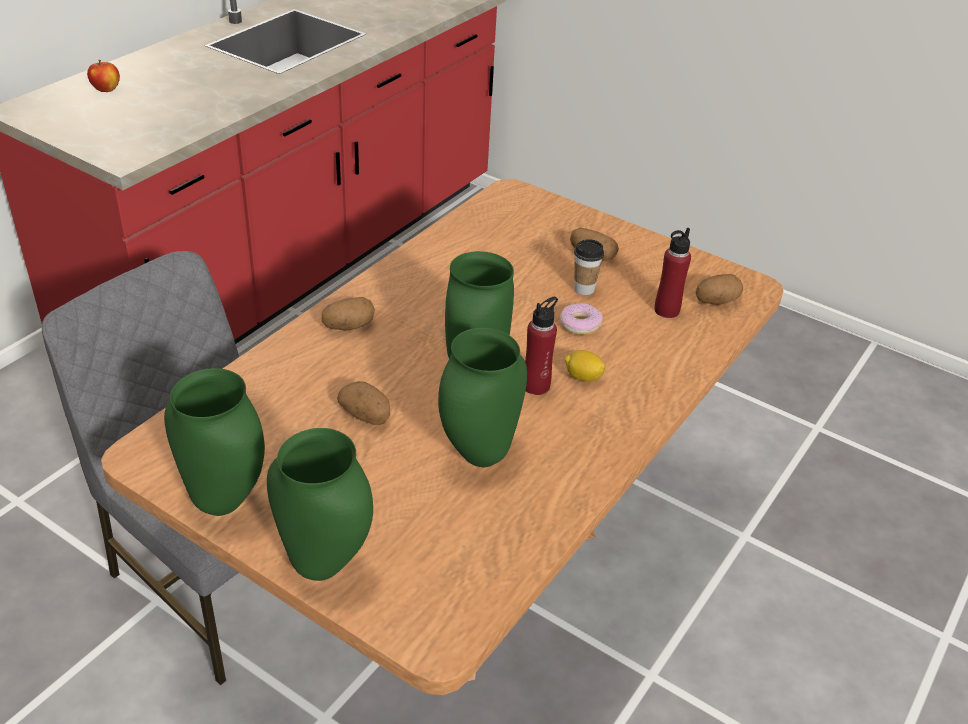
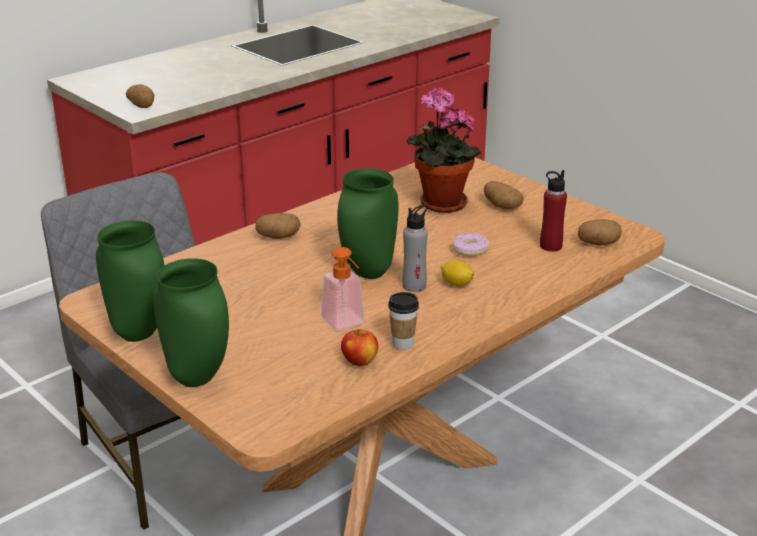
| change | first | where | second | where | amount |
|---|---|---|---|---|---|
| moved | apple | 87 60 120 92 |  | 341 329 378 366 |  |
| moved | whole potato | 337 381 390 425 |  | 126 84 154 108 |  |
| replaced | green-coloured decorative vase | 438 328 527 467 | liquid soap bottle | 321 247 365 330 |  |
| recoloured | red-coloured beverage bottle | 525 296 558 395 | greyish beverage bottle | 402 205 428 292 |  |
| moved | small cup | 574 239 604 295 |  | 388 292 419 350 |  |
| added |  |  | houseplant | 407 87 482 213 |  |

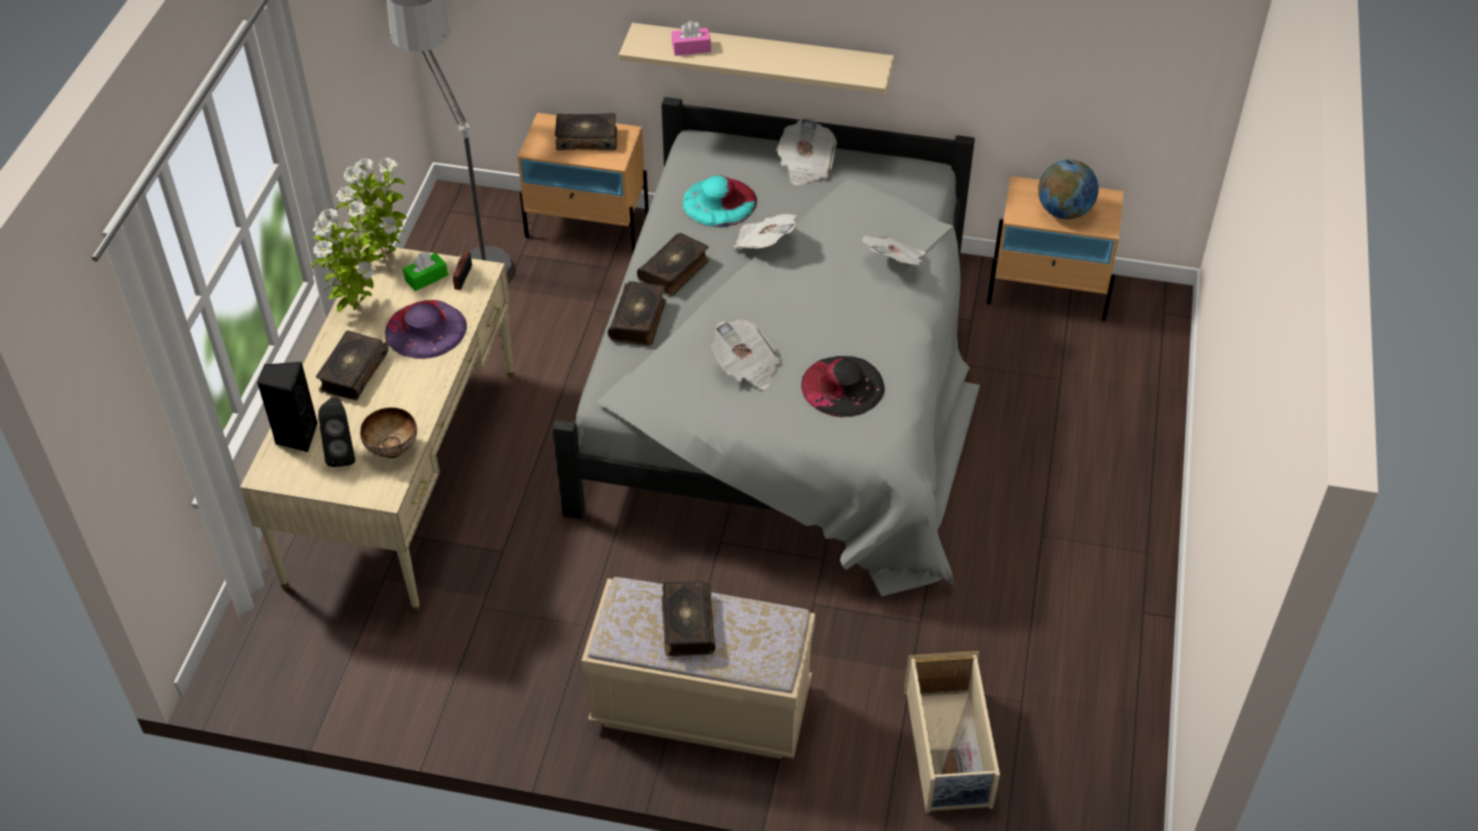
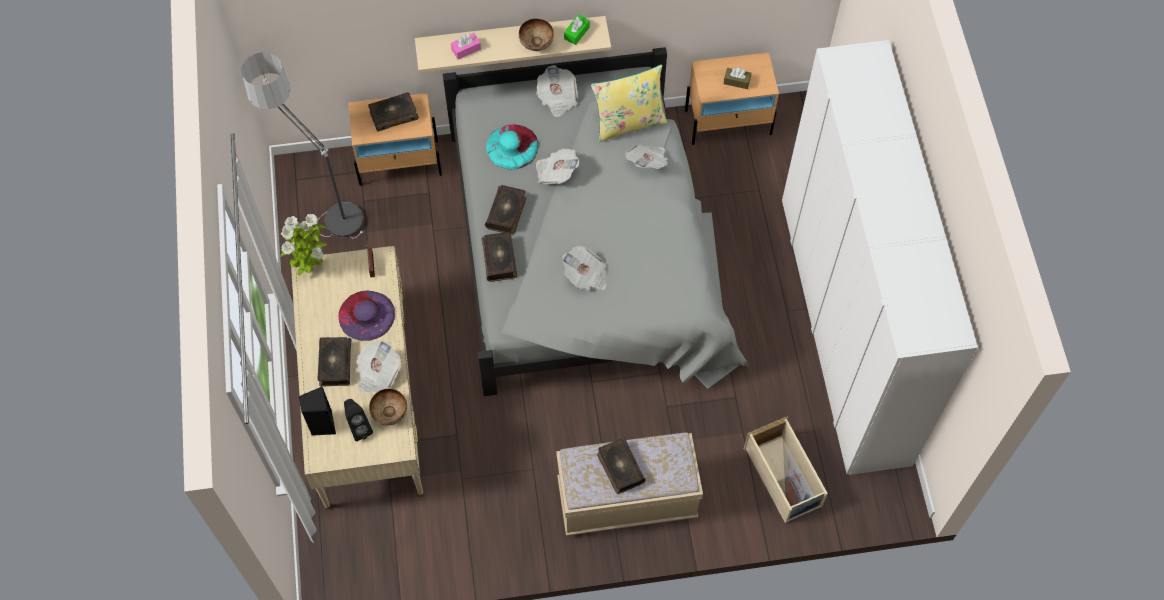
| change | first | where | second | where | amount |
|---|---|---|---|---|---|
| removed | houseplant | 312 201 380 312 |  |  |  |
| moved | green-coloured tissue box | 403 252 448 291 |  | 564 15 590 45 |  |
| removed | black hat | 801 356 885 417 |  |  |  |
| replaced | globe | 1038 159 1099 219 | brownish tissue box | 724 68 751 89 |  |
| added |  |  | daily paper | 356 341 401 392 |  |
| added |  |  | deep dish | 519 18 554 51 |  |
| added |  |  | yellow pillow | 591 64 667 142 |  |
| added |  |  | white-coloured clothes cupboard | 782 40 978 475 |  |

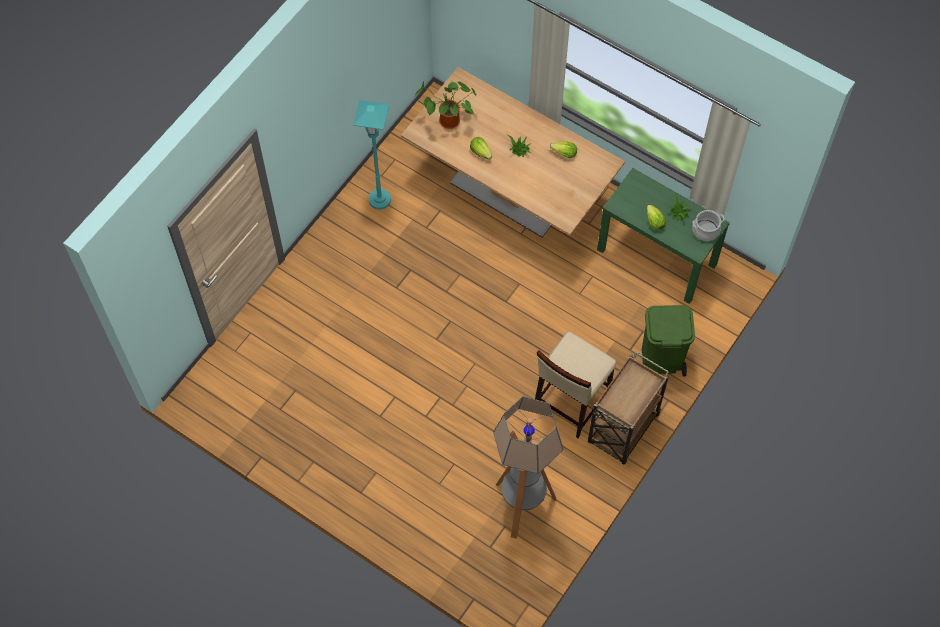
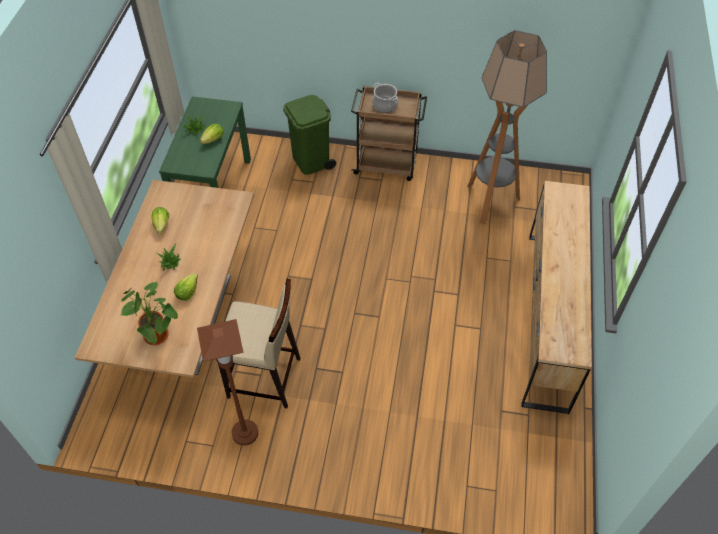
| change | first | where | second | where | amount |
|---|---|---|---|---|---|
| recoloured | blue-green standing lamp | 353 100 391 210 | brownish standing lamp | 197 319 258 446 |  |
| moved | beige-coloured sitting stool | 535 331 616 438 |  | 218 278 301 408 |  |
| moved | saucepot | 692 210 725 241 |  | 372 83 398 113 |  |
| added |  |  | brownish drawer chest | 521 181 592 414 |  |

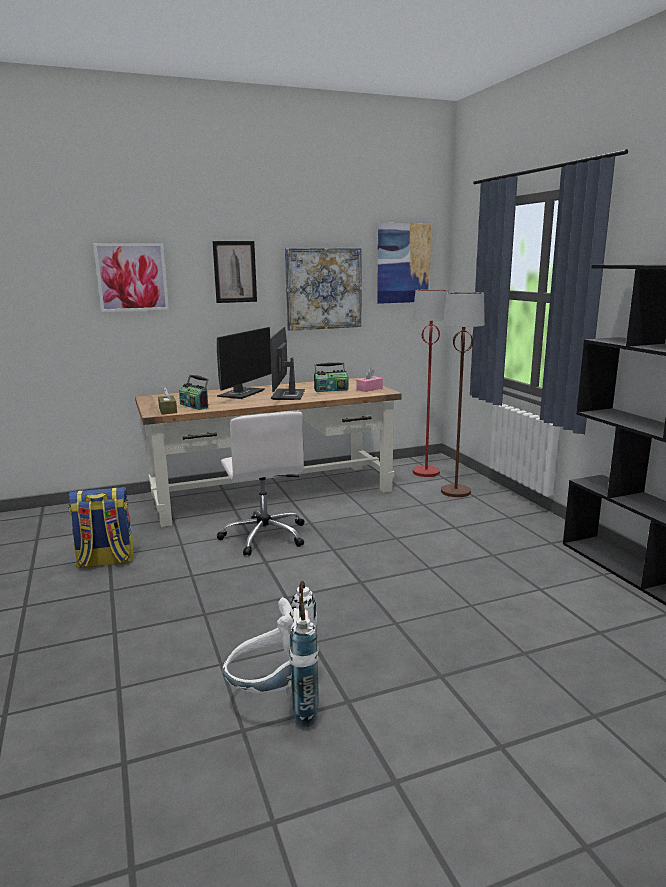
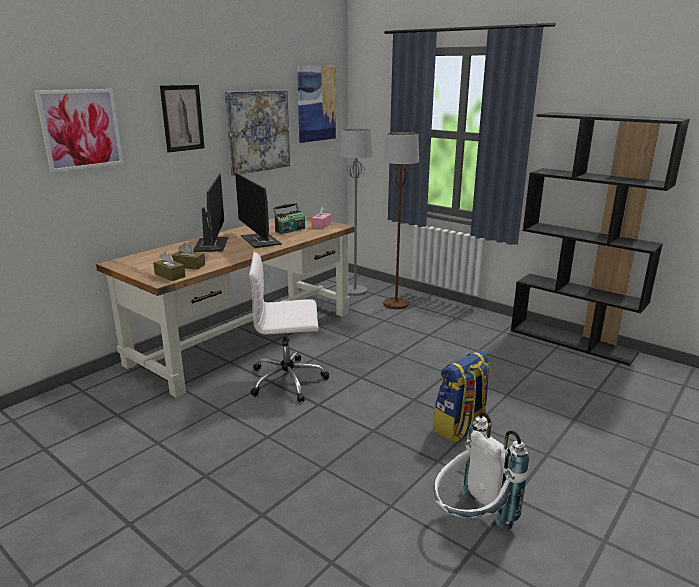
| change | first | where | second | where | amount |
|---|---|---|---|---|---|
| moved | rucksack | 69 487 134 568 |  | 433 350 491 443 |  |
| replaced | radio set | 179 375 209 410 | brownish tissue box | 171 243 205 270 |  |
| turned | white-coloured office chair | 217 411 304 556 |  | 249 252 329 403 | 135 degrees clockwise |
| recoloured | red-coloured standing lamp | 412 289 449 477 | greyish standing lamp | 339 128 373 296 |  |

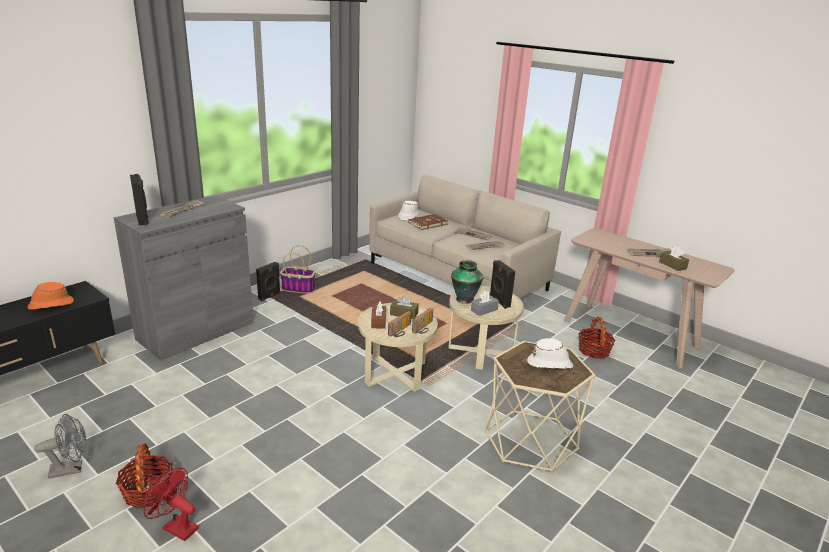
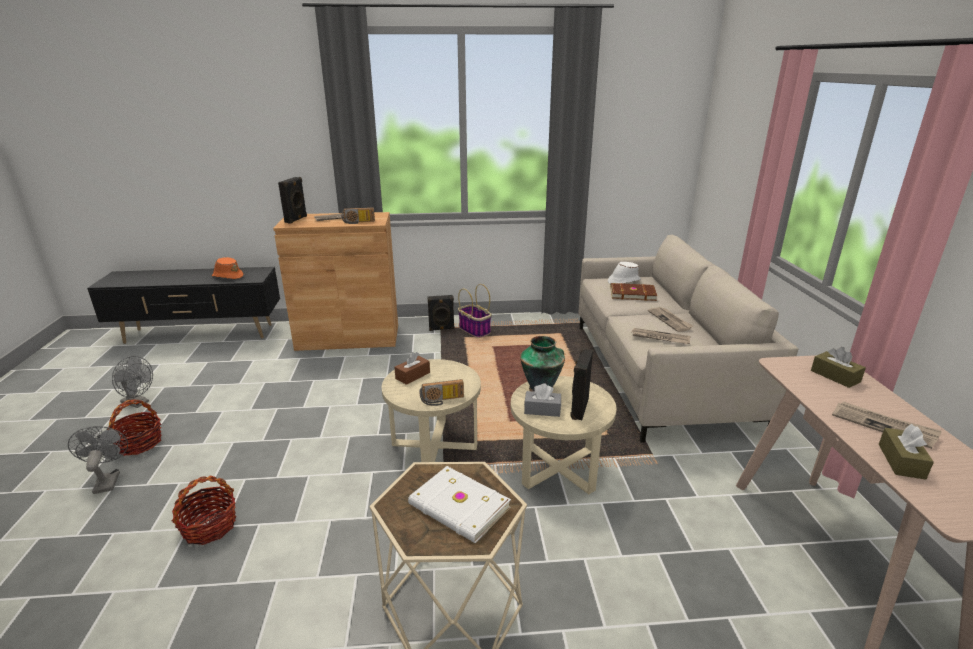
| change | first | where | second | where | amount |
|---|---|---|---|---|---|
| recoloured | greyish cupboard | 114 195 254 360 | brownish cupboard | 273 212 398 351 |  |
| recoloured | red-coloured electric fan | 143 468 199 541 | greyish electric fan | 68 426 128 494 |  |
| moved | radio set | 388 311 411 337 |  | 341 208 375 224 |  |
| moved | brownish tissue box | 390 295 419 319 |  | 811 347 866 388 |  |
| replaced | white-coloured hat | 527 338 573 369 | white-coloured bound book | 408 466 511 543 |  |
| moved | household basket | 578 316 615 359 |  | 172 475 236 545 |  |

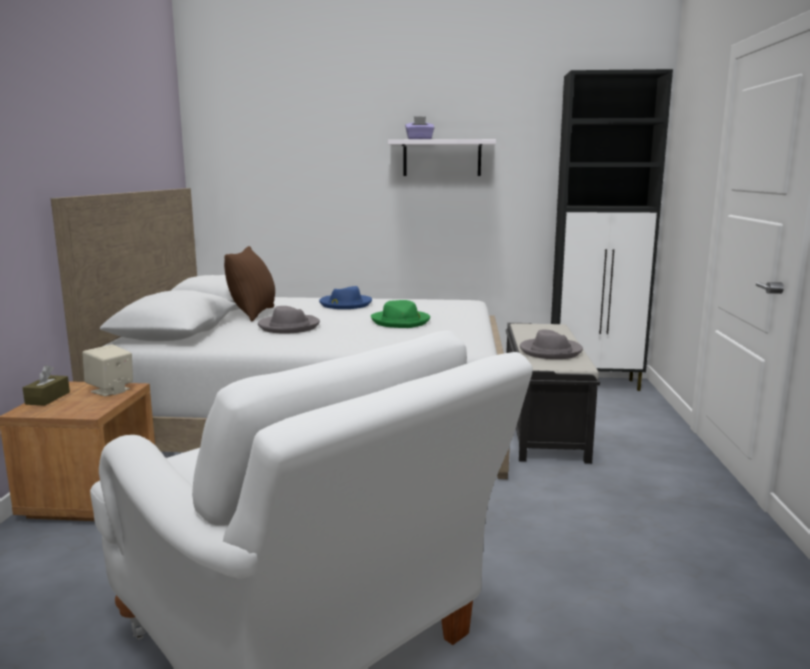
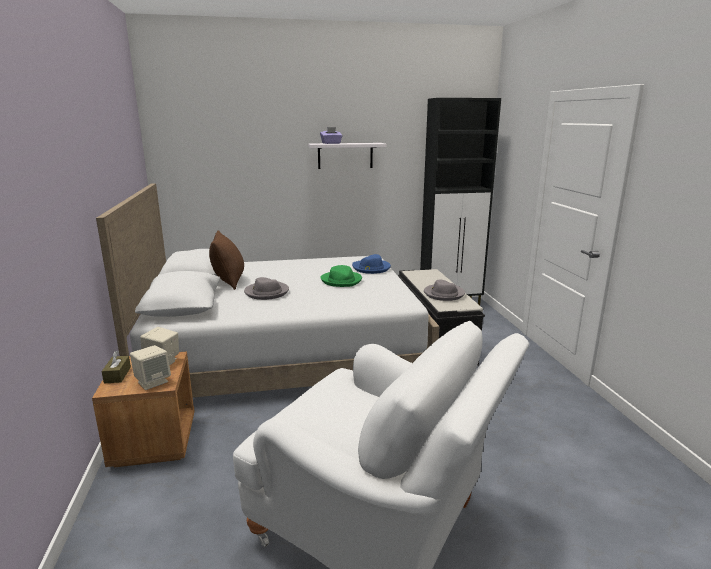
| change | first | where | second | where | amount |
|---|---|---|---|---|---|
| moved | blue-coloured hat | 319 286 372 309 |  | 352 254 391 274 |  |
| added |  |  | beige-coloured audio speaker | 130 345 171 390 |  |

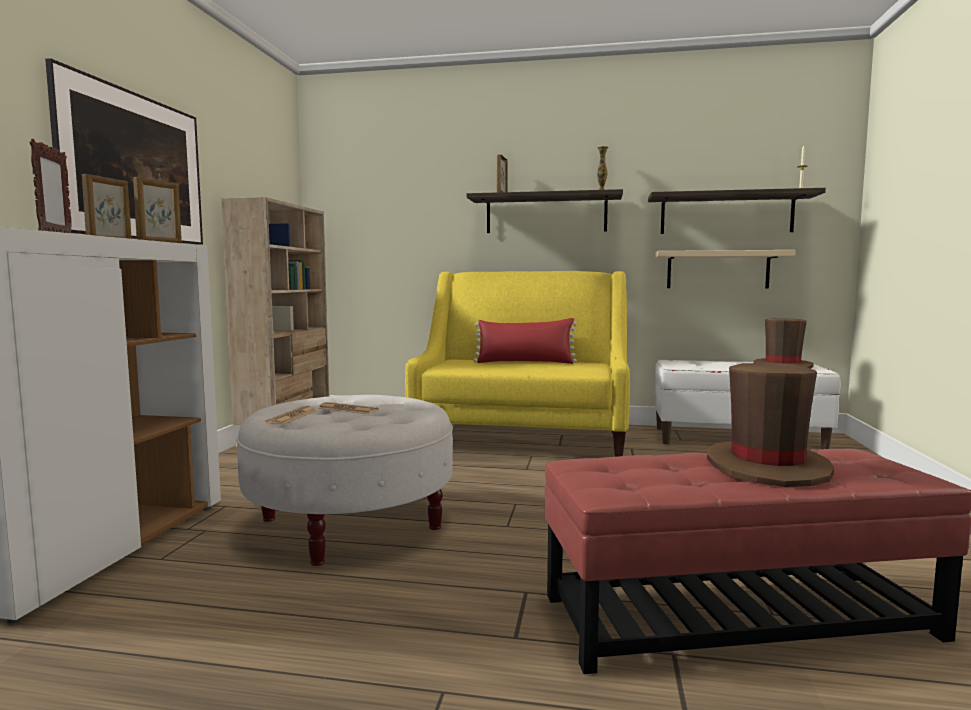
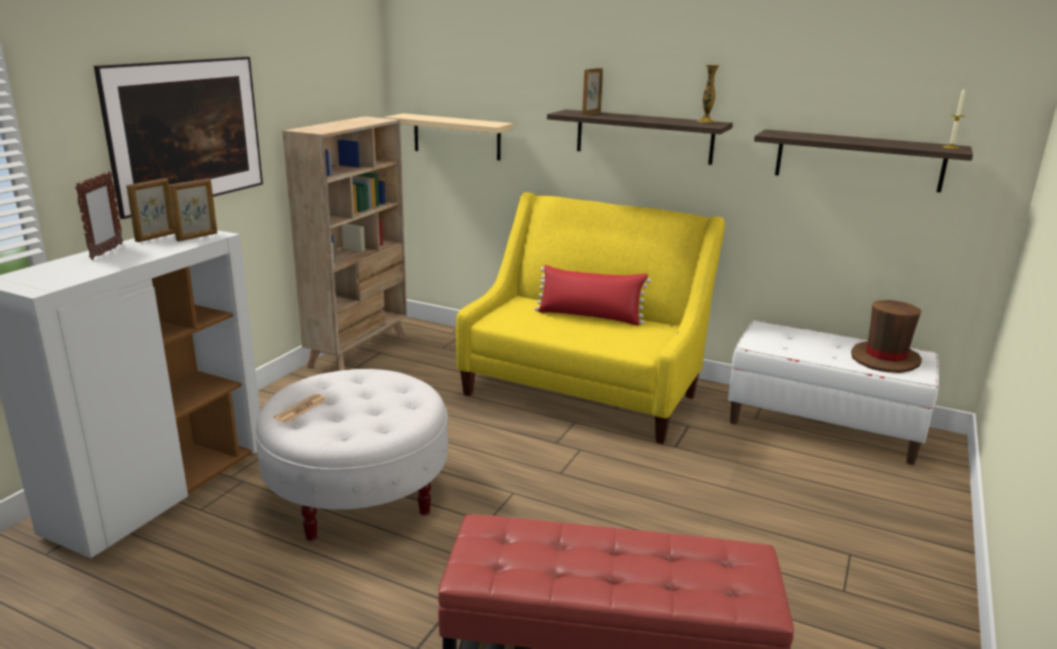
| change | first | where | second | where | amount |
|---|---|---|---|---|---|
| removed | daily paper | 318 402 379 414 |  |  |  |
| moved | beige-coloured bracket shelf | 654 250 796 288 |  | 385 113 513 160 |  |
| removed | brownish hat | 707 363 834 487 |  |  |  |

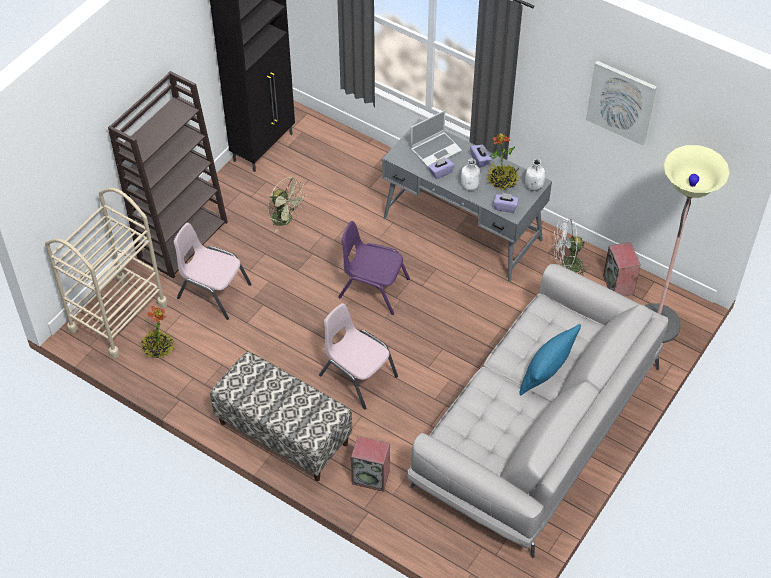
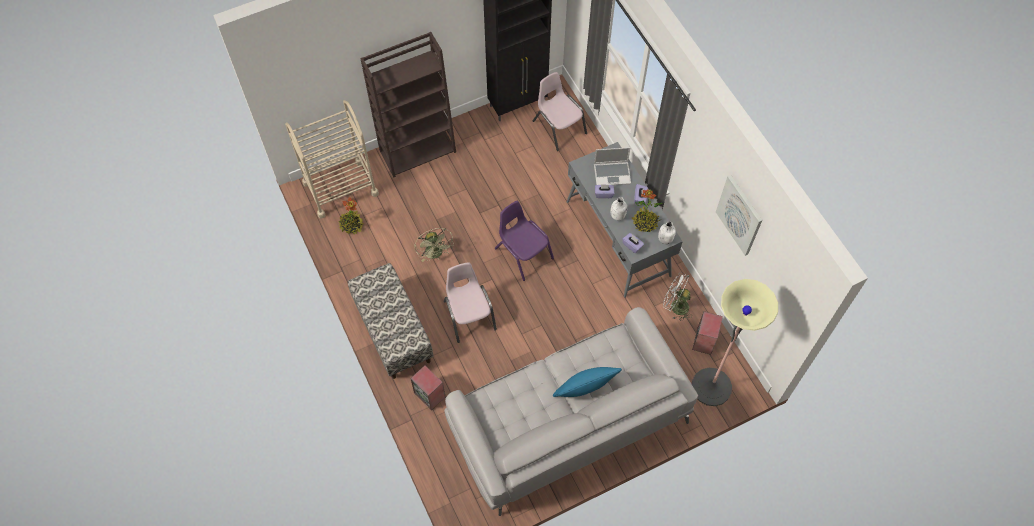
| change | first | where | second | where | amount |
|---|---|---|---|---|---|
| moved | pinkish chair | 174 223 251 320 |  | 533 72 587 151 |  |
| moved | green-coloured electric fan | 268 177 307 233 |  | 414 228 454 262 |  |

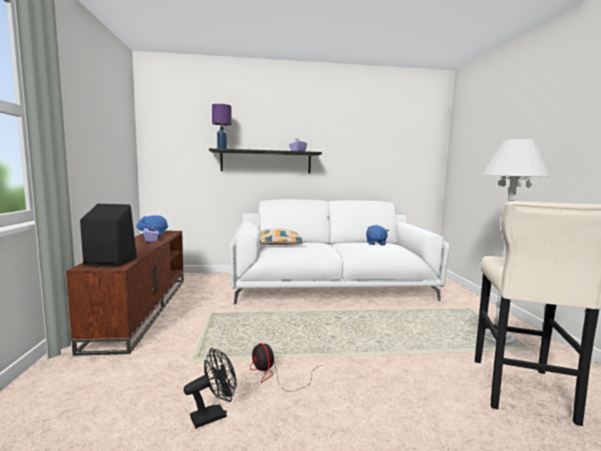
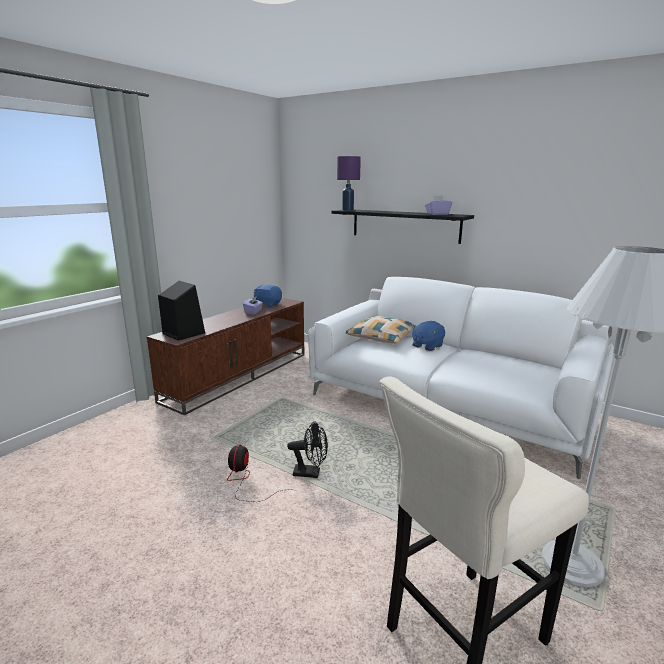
| change | first | where | second | where | amount |
|---|---|---|---|---|---|
| moved | black electric fan | 184 348 236 428 |  | 287 421 328 478 |  |
| moved | blue-coloured cuddly toy | 366 225 389 245 |  | 411 321 445 351 |  |

